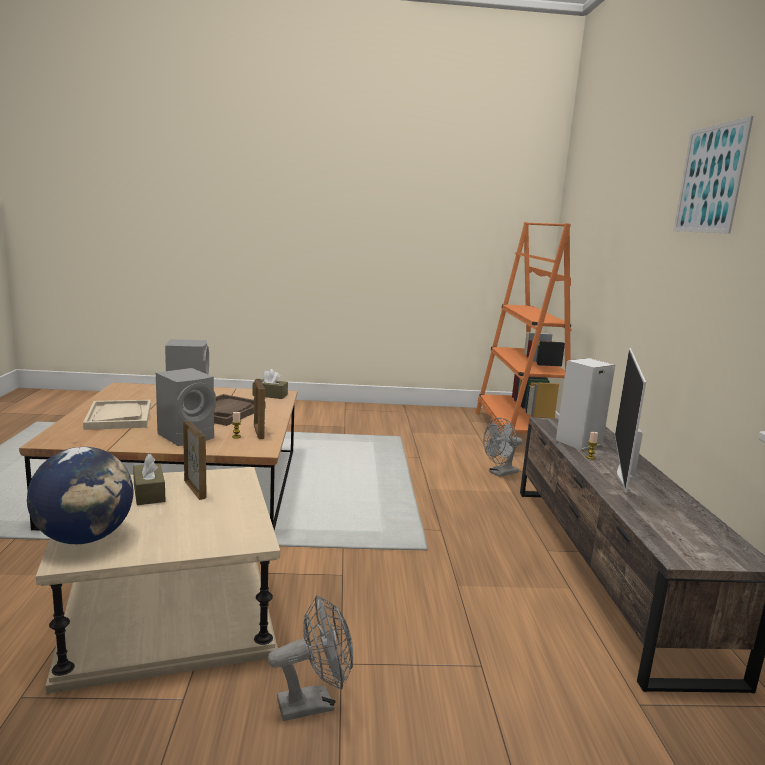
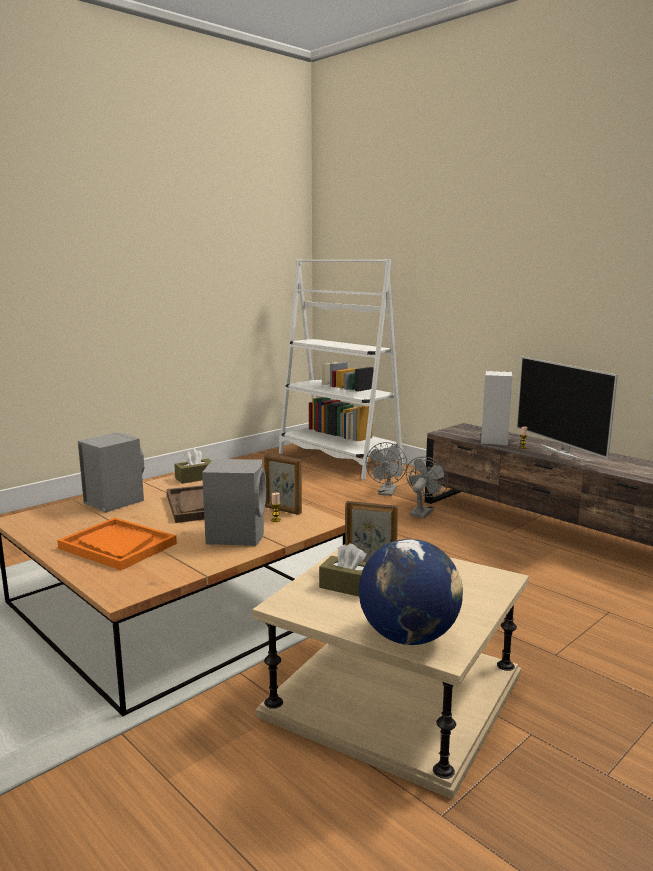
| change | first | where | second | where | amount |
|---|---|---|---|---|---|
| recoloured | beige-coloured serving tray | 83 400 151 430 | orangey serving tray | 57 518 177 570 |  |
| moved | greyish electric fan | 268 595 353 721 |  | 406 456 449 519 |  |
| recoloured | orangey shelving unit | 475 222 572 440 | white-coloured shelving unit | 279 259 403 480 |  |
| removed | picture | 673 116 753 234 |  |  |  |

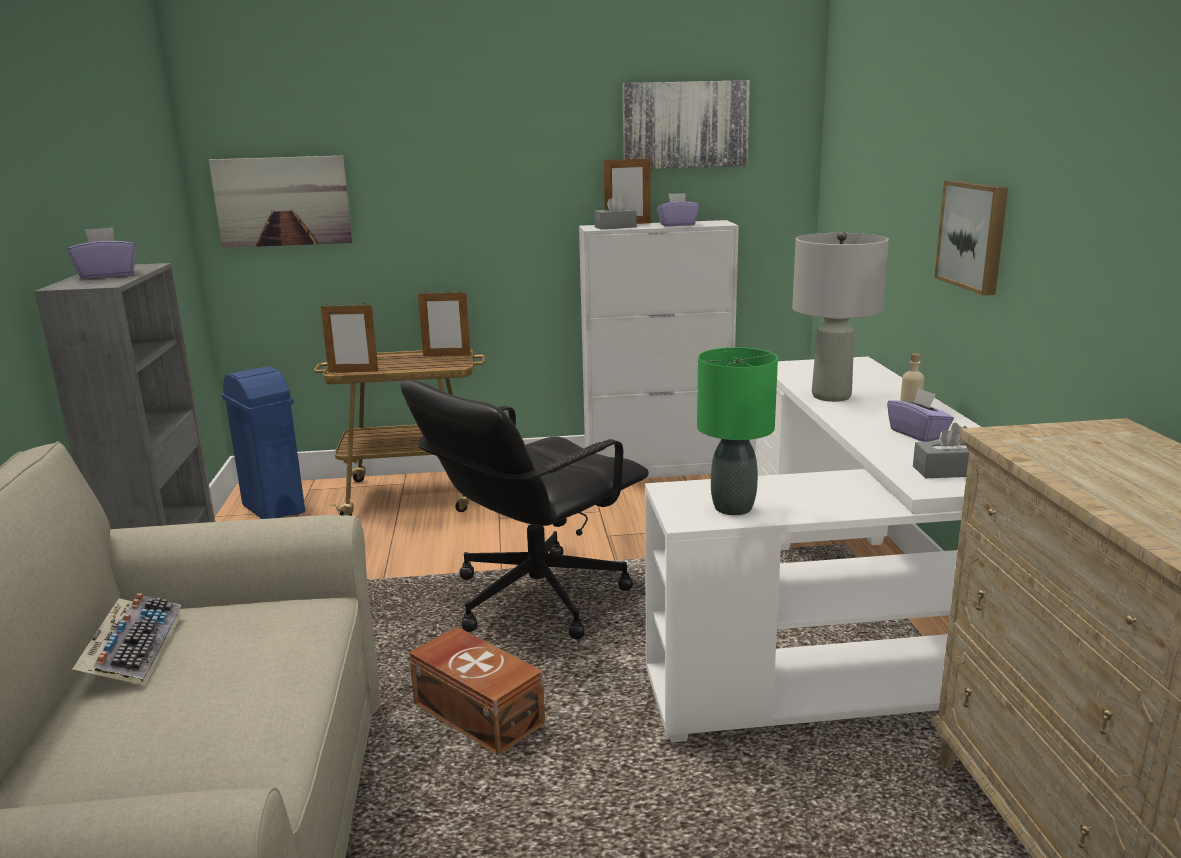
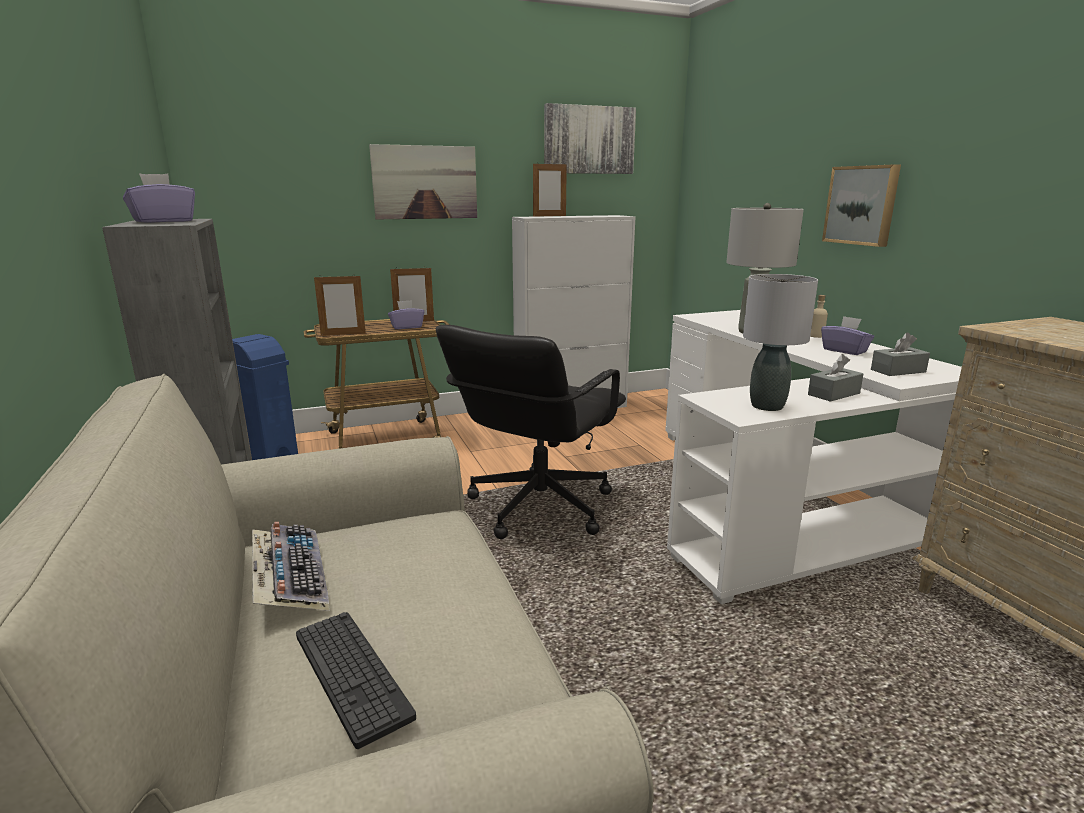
| change | first | where | second | where | amount |
|---|---|---|---|---|---|
| moved | picture | 209 156 353 248 |  | 369 144 477 220 |  |
| removed | brownish storage container | 409 627 545 756 |  |  |  |
| moved | greyish tissue box | 594 194 637 230 |  | 808 354 863 402 |  |
| moved | purplish tissue box | 657 193 700 226 |  | 388 300 424 329 |  |
| recoloured | green-coloured tabletop lamp | 697 347 778 515 | greyish tabletop lamp | 743 274 818 411 |  |
| added |  |  | PC keyboard | 296 612 416 749 |  |

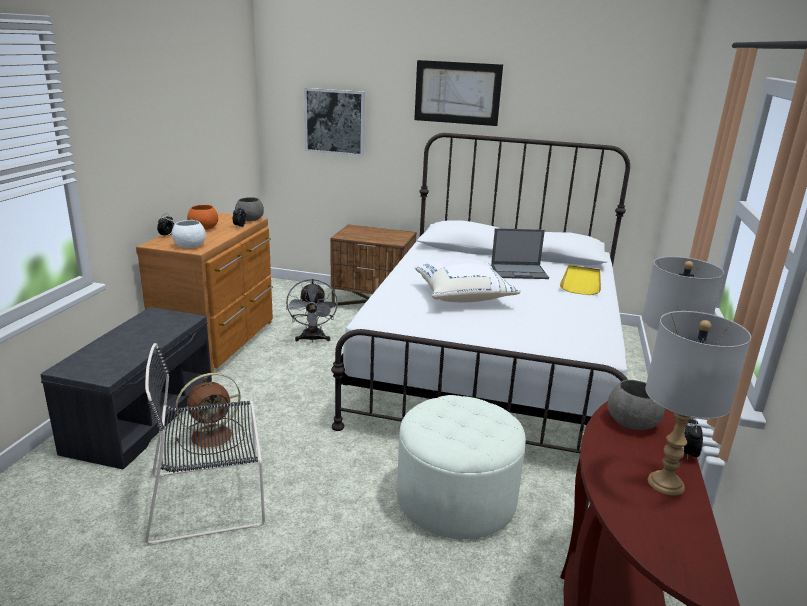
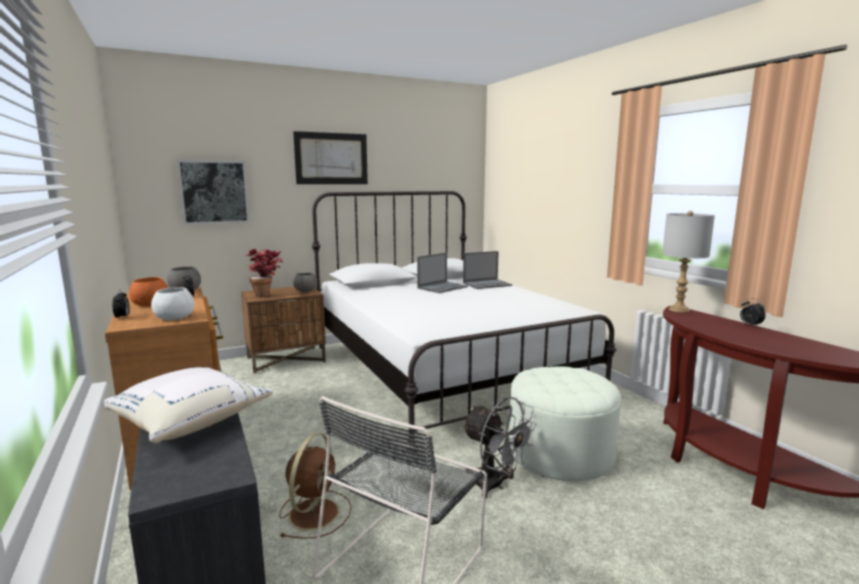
| change | first | where | second | where | amount |
|---|---|---|---|---|---|
| moved | greyish electric fan | 286 279 338 342 |  | 462 397 537 498 |  |
| moved | white-coloured pillow | 415 259 521 302 |  | 102 367 273 443 |  |
| replaced | yellow serving tray | 560 265 601 295 | notebook computer | 463 251 512 289 |  |
| moved | greyish deep dish | 608 380 665 430 |  | 293 273 318 292 |  |
| removed | greyish tabletop lamp | 645 311 751 496 |  |  |  |
| added |  |  | houseplant | 246 248 283 297 |  |

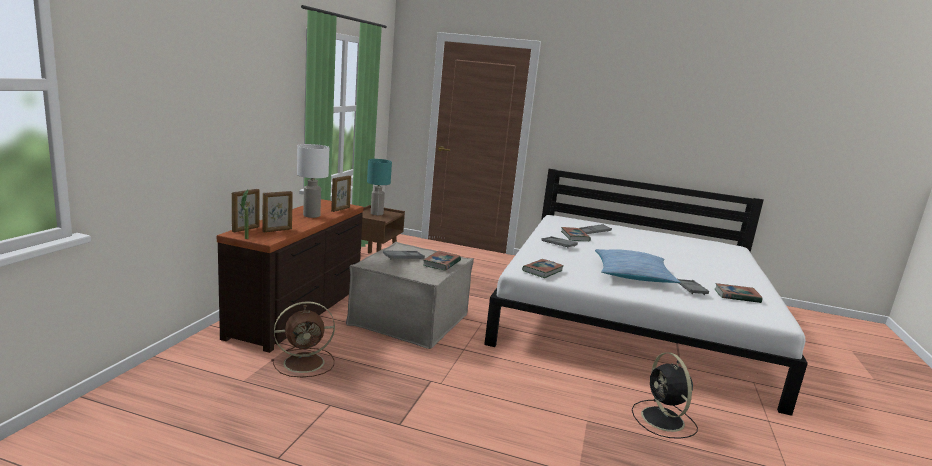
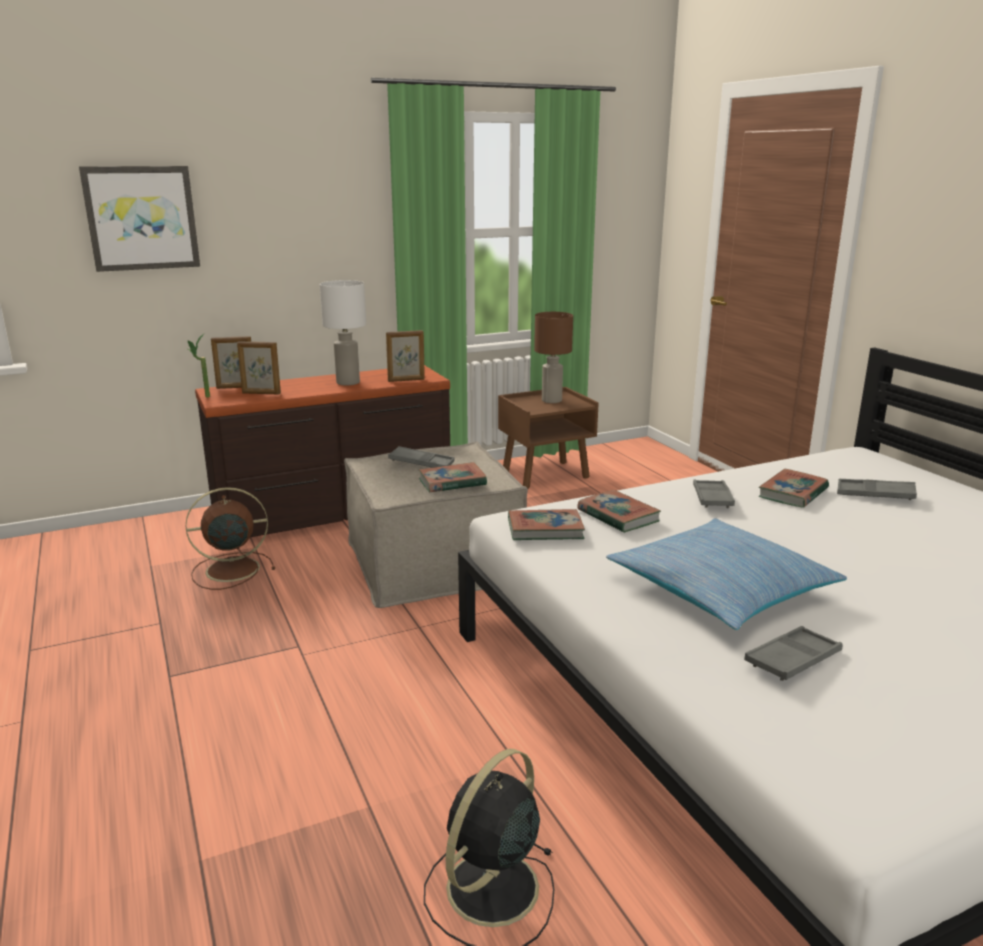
| change | first | where | second | where | amount |
|---|---|---|---|---|---|
| turned | brownish electric fan | 272 301 335 377 |  | 186 487 275 590 | 135 degrees clockwise |
| recoloured | blue-green tabletop lamp | 367 159 392 215 | brownish tabletop lamp | 534 312 573 403 |  |
| moved | bound book | 714 283 763 303 |  | 577 490 661 533 |  |
| added |  |  | picture | 79 166 200 272 |  |

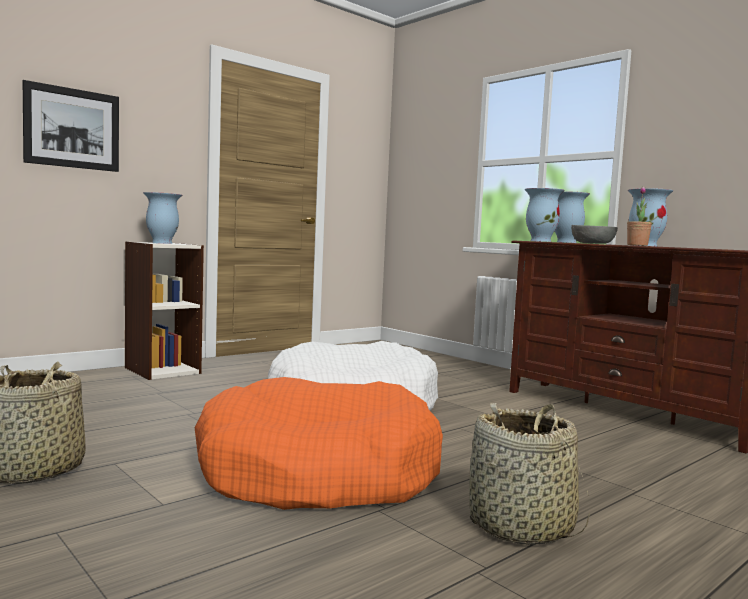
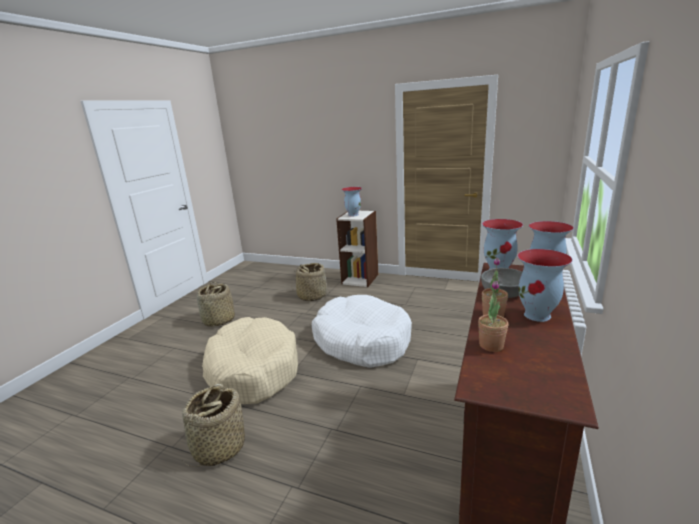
| change | first | where | second | where | amount |
|---|---|---|---|---|---|
| removed | picture | 23 80 119 172 |  |  |  |
| recoloured | orangey dog cushion | 195 377 443 510 | beige-coloured dog cushion | 202 317 298 404 |  |
| added |  |  | household basket | 291 263 330 301 |  |
| added |  |  | houseplant | 478 281 508 352 |  |

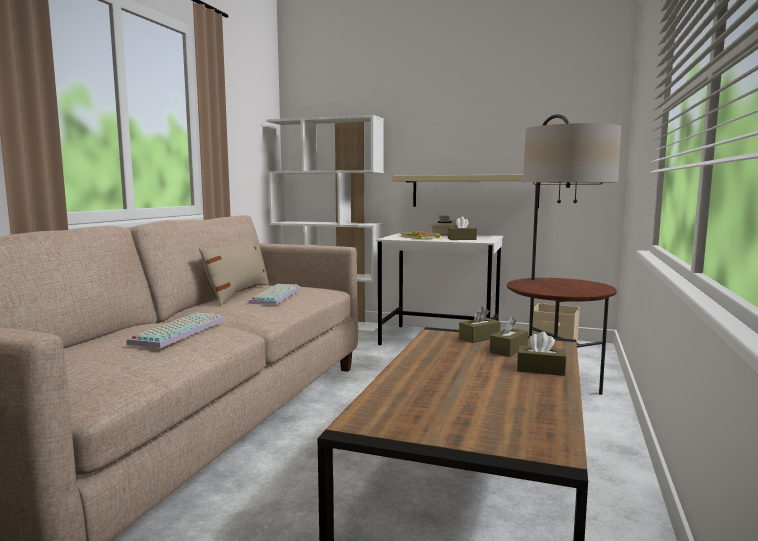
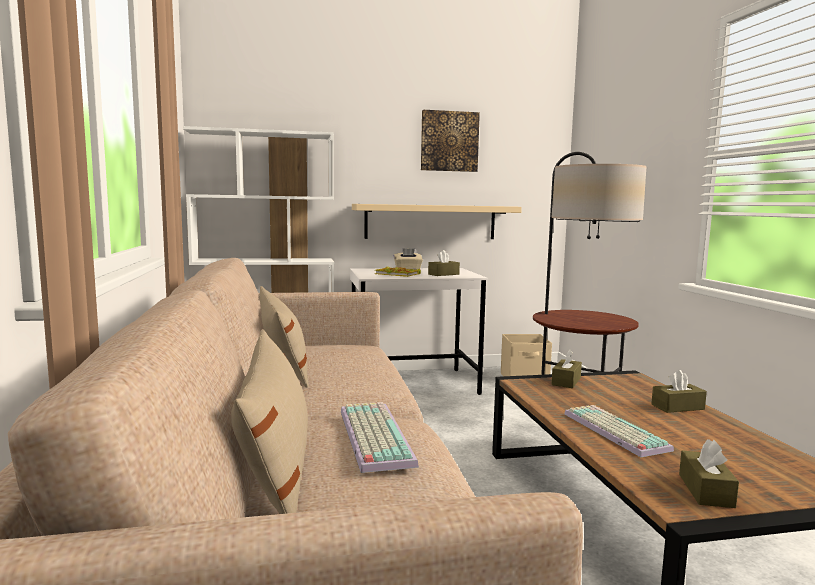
| change | first | where | second | where | amount |
|---|---|---|---|---|---|
| moved | PC keyboard | 248 284 301 305 |  | 564 405 674 457 |  |
| moved | brownish tissue box | 490 317 528 357 |  | 679 439 739 508 |  |
| added |  |  | beige-coloured pillow | 231 329 308 514 |  |
| added |  |  | picture | 421 110 480 172 |  |

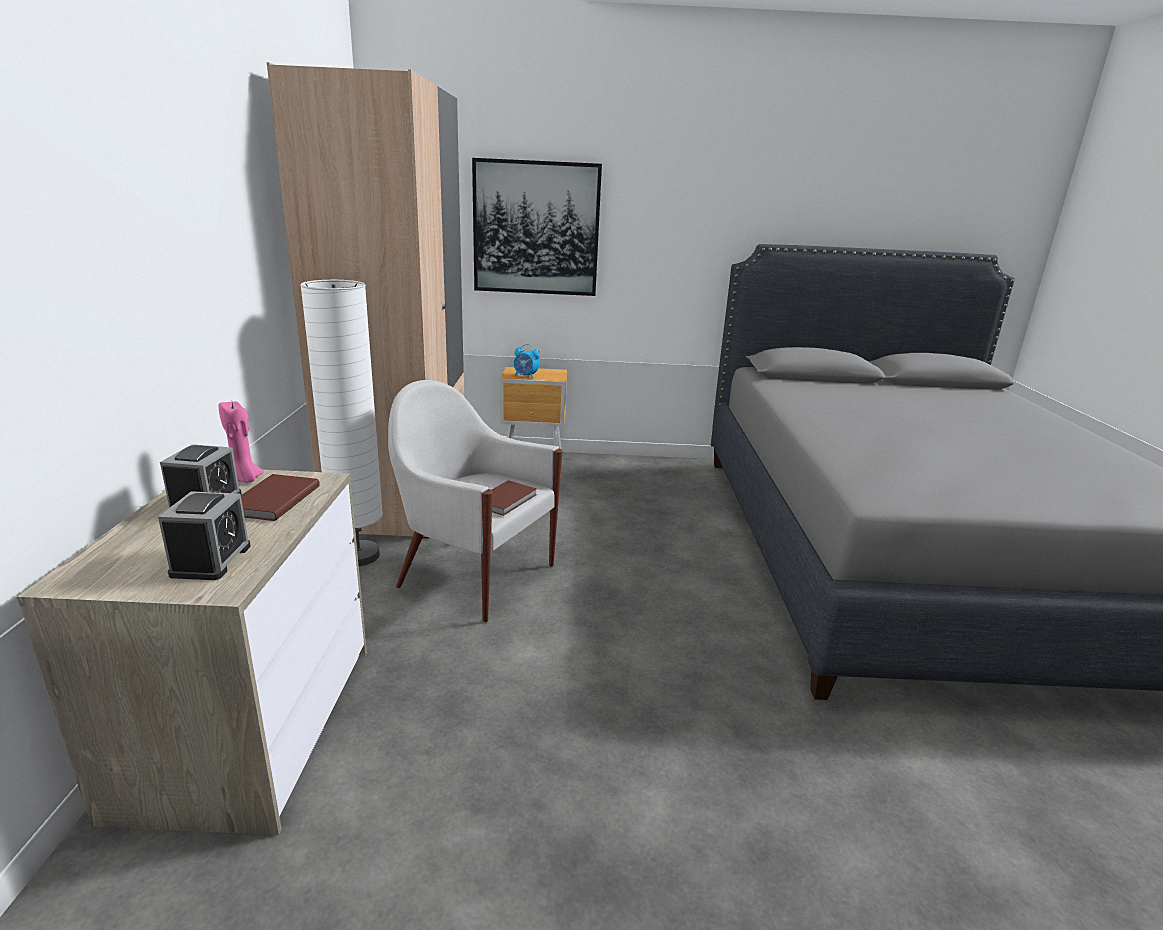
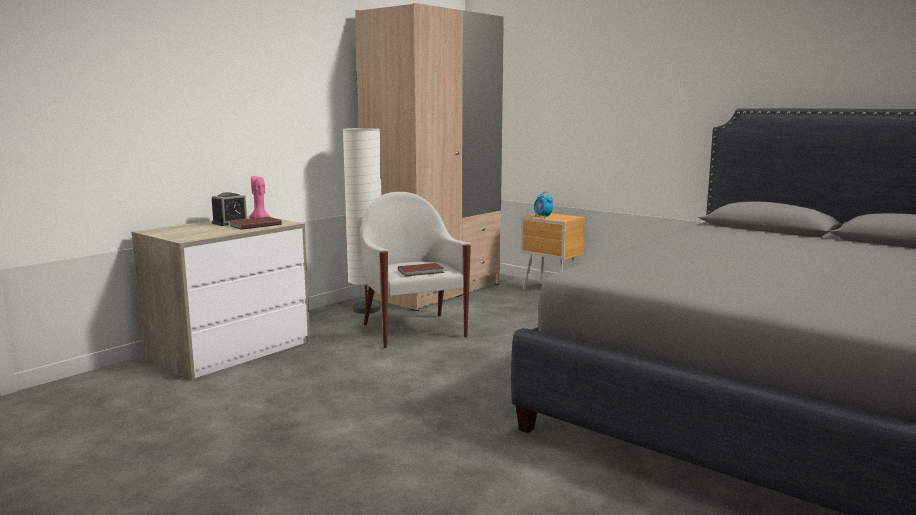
| change | first | where | second | where | amount |
|---|---|---|---|---|---|
| removed | bedside clock | 158 491 251 580 |  |  |  |
| removed | picture | 472 158 602 296 |  |  |  |

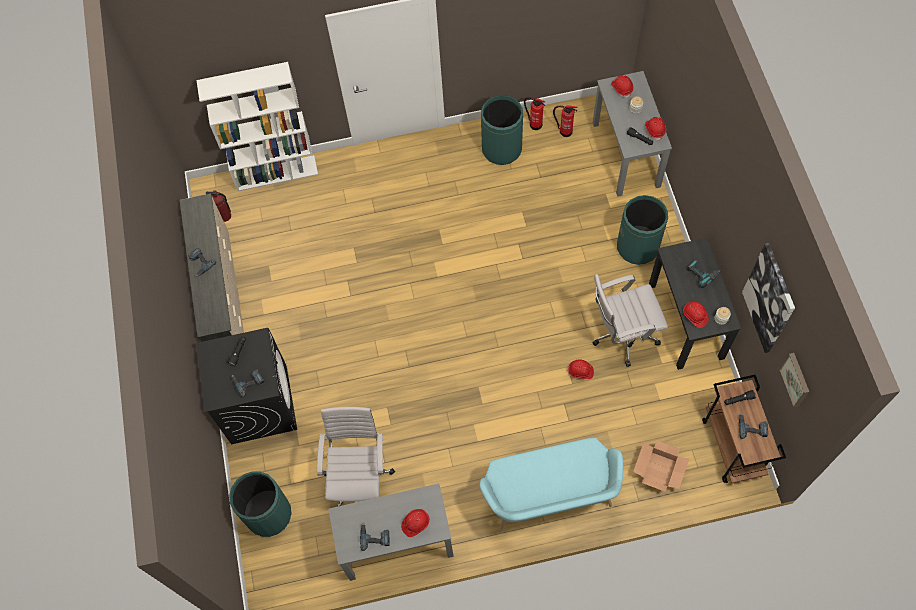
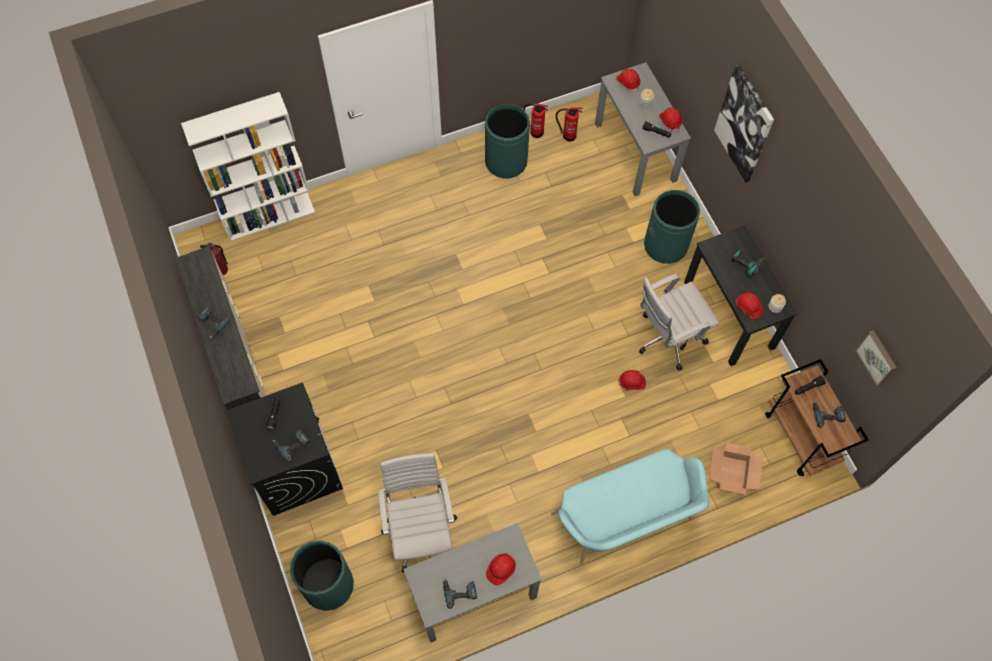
| change | first | where | second | where | amount |
|---|---|---|---|---|---|
| moved | picture | 742 243 795 353 |  | 714 64 774 183 |  |

